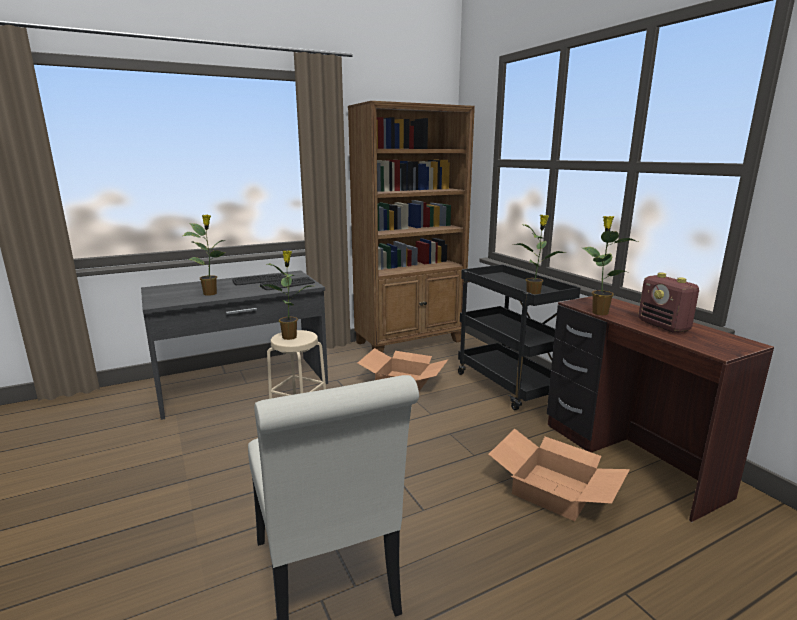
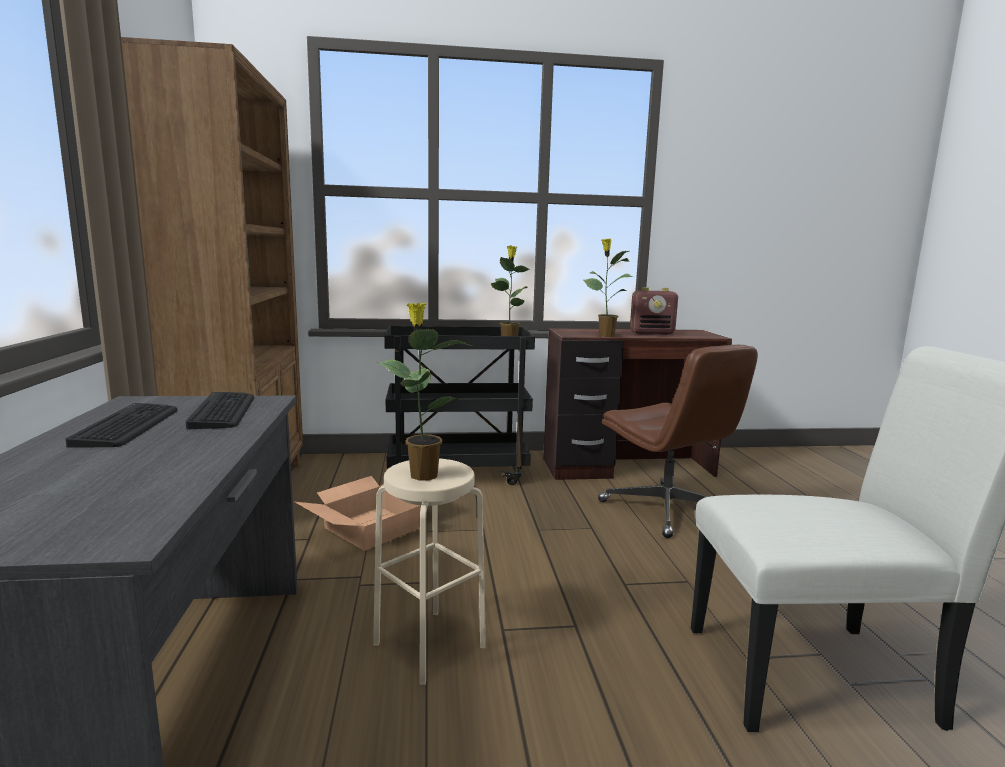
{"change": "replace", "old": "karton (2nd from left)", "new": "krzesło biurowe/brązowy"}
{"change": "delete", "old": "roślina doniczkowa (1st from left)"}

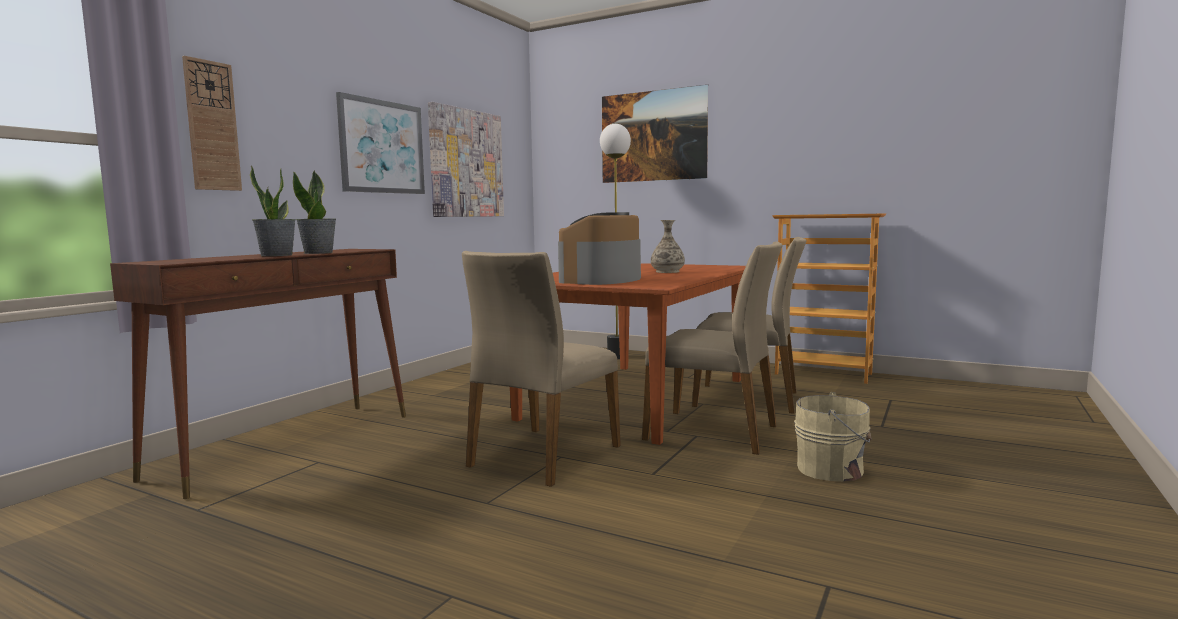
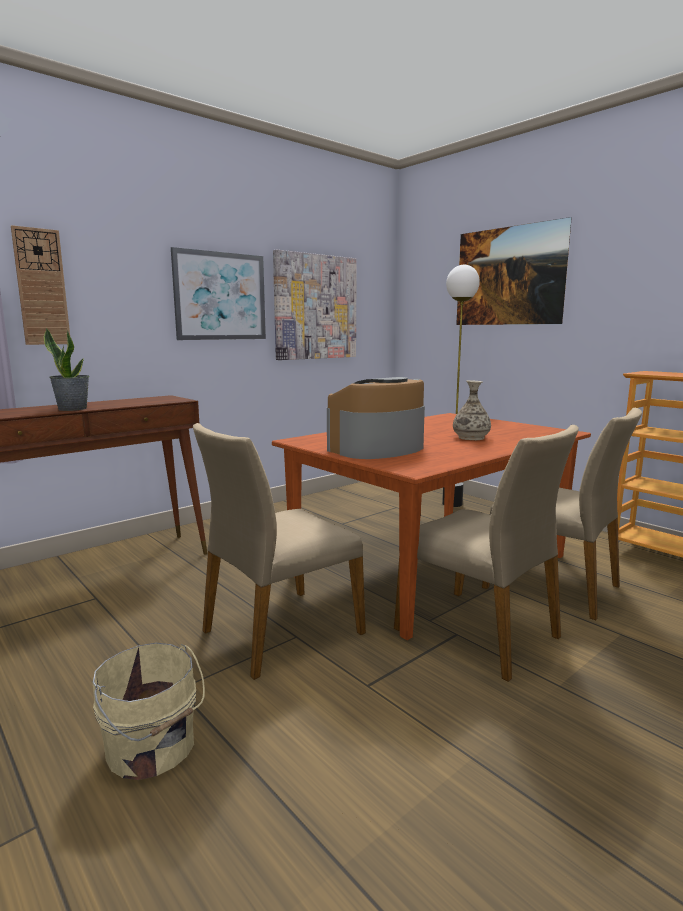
{"change": "move", "old": "wiadro/beżowy"}
{"change": "delete", "old": "roślina doniczkowa (2nd from left)"}

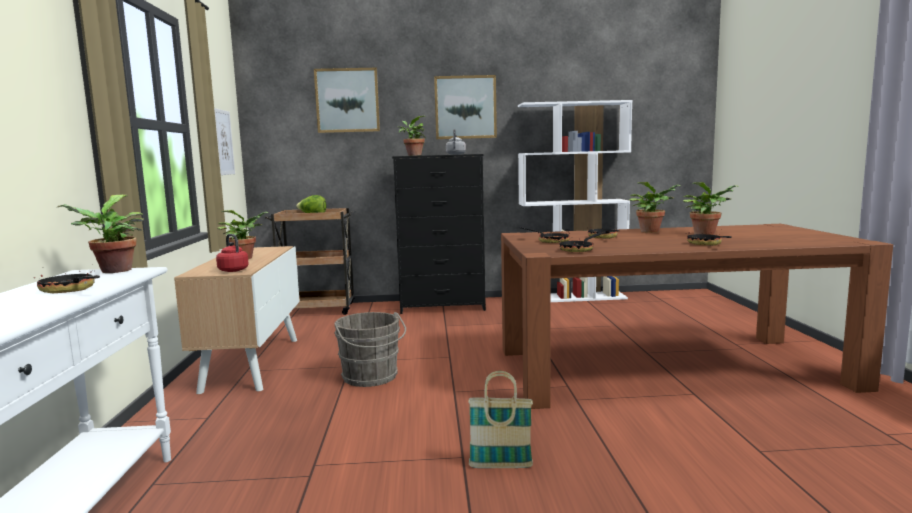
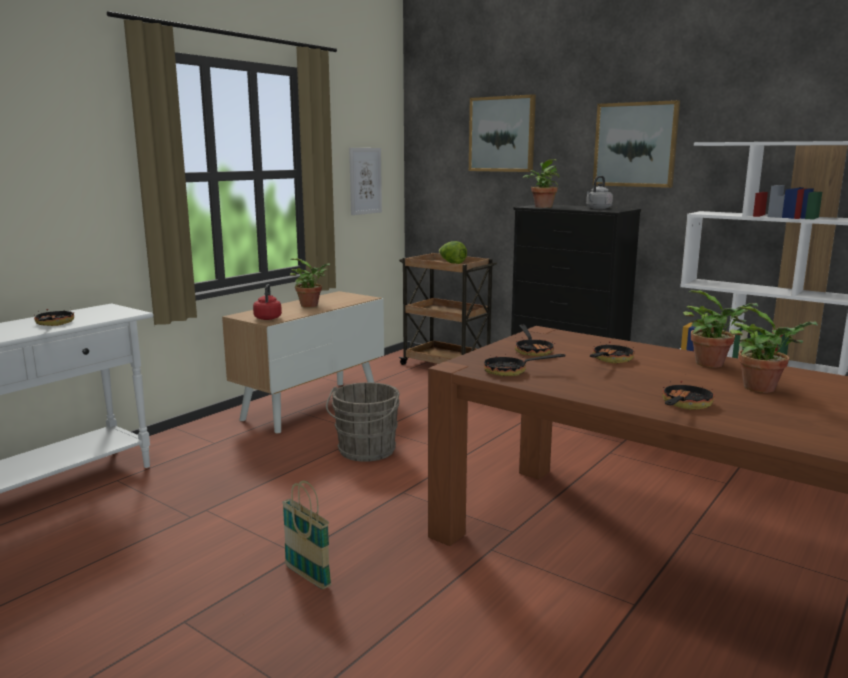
{"change": "delete", "old": "roślina doniczkowa (1st from left)"}

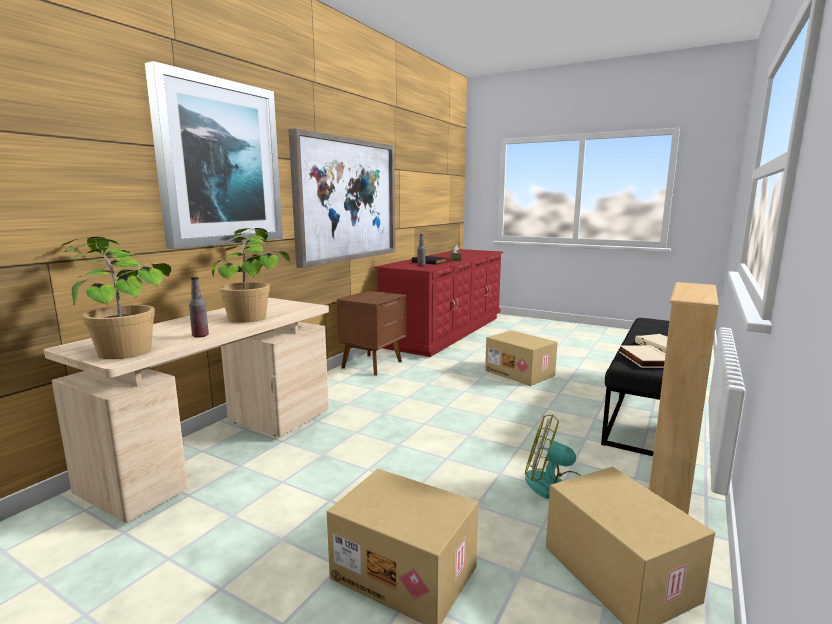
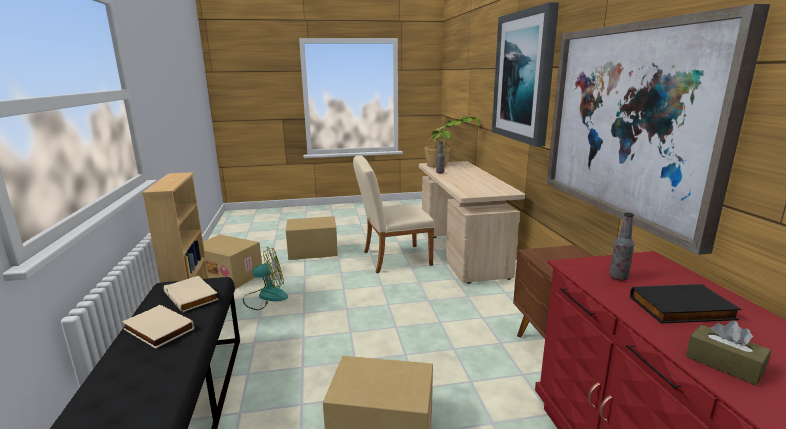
{"change": "insert", "new": "krzesło/beżowy"}
{"change": "delete", "old": "roślina doniczkowa (2nd from left)"}

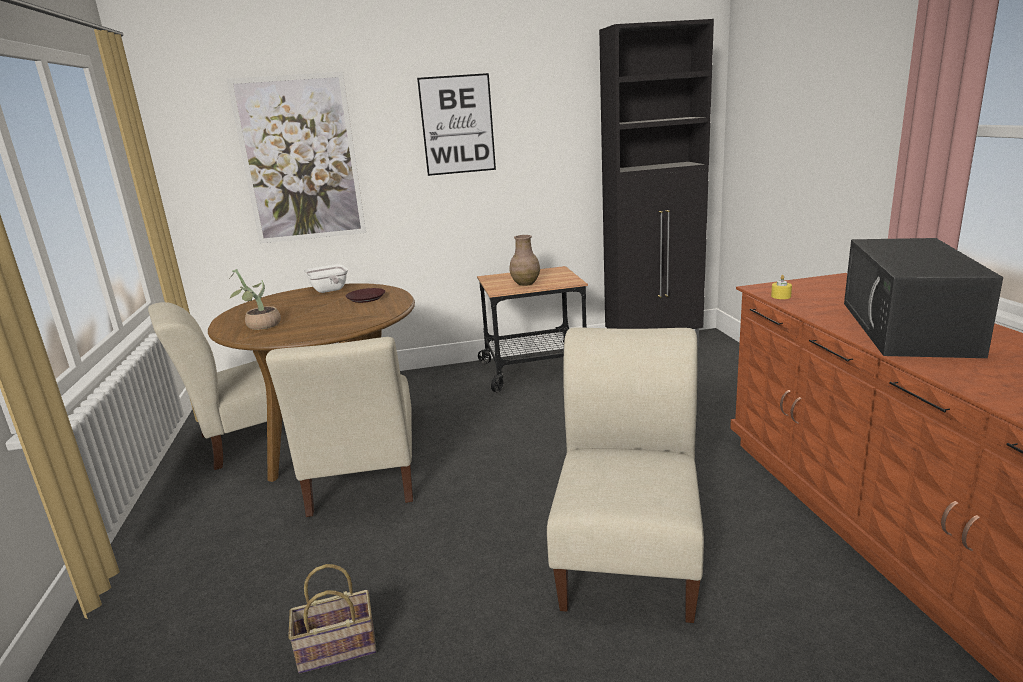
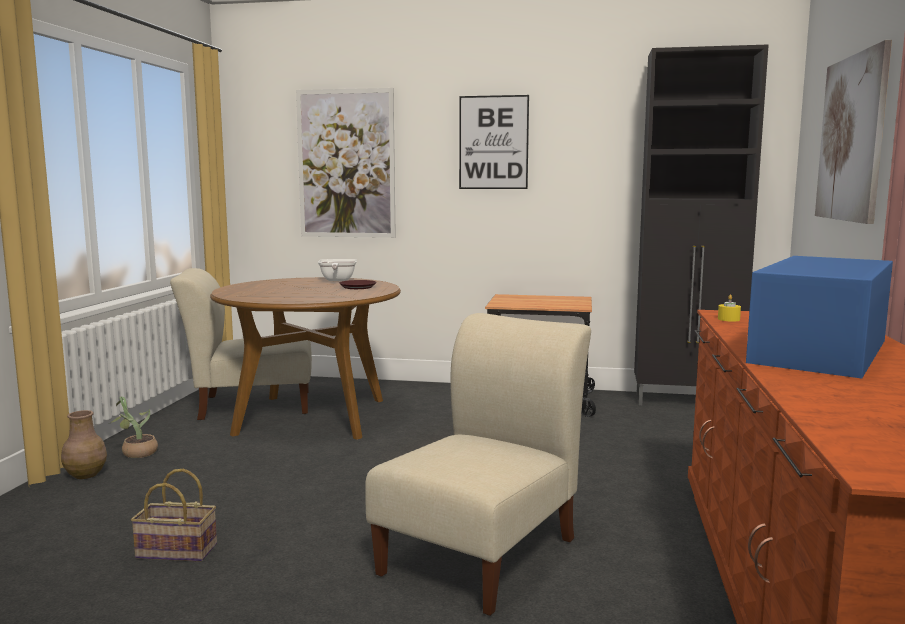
{"change": "move", "old": "wazon/brązowy"}
{"change": "move", "old": "roślina doniczkowa"}
{"change": "recolor", "old": "mikrofalówka/czarny", "new": "mikrofalówka/niebieski"}
{"change": "insert", "new": "obraz (3rd from left)"}
{"change": "delete", "old": "krzesło/beżowy (2nd from left)"}

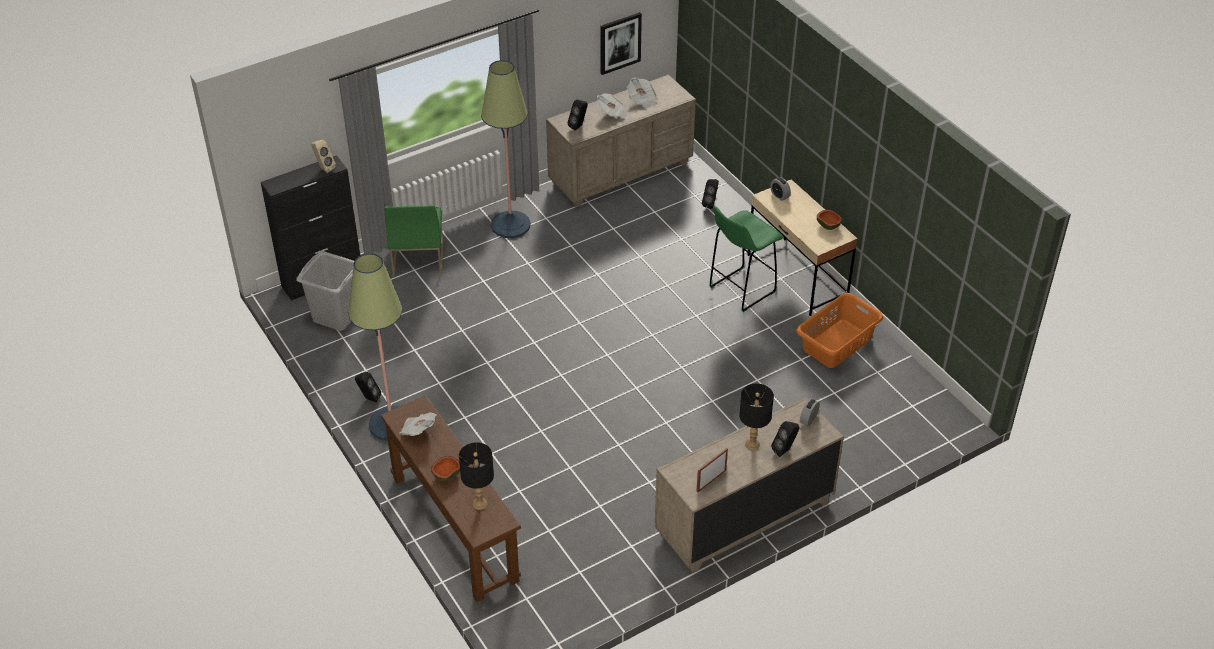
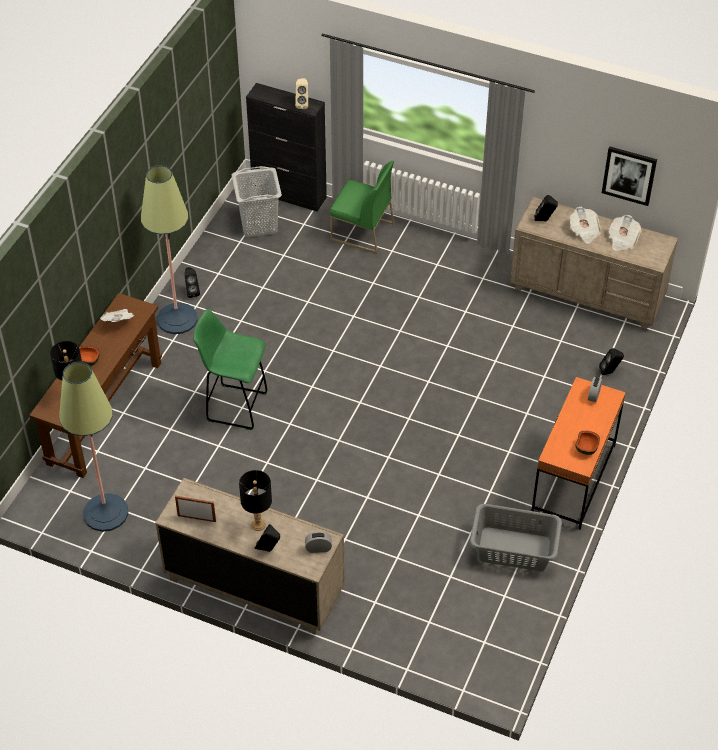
{"change": "move", "old": "lampa stojąca (2nd from left in the first image)", "new": "lampa stojąca (1st from left)"}
{"change": "move", "old": "stołek/zielony"}
{"change": "rotate", "old": "krzesło/zielony", "degrees": -120}
{"change": "recolor", "old": "kosz na pranie/pomarańczowy", "new": "kosz na pranie/szary (2nd from left)"}
{"change": "recolor", "old": "biurko/beżowy", "new": "biurko/pomarańczowy"}

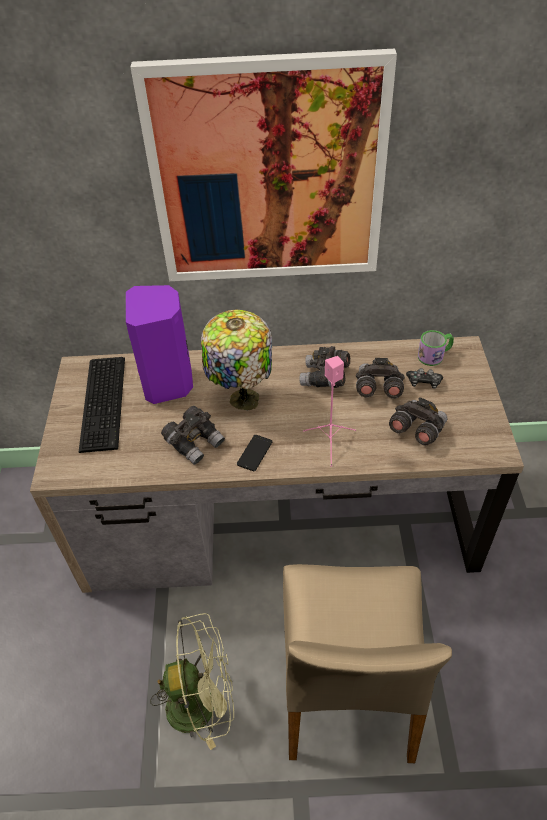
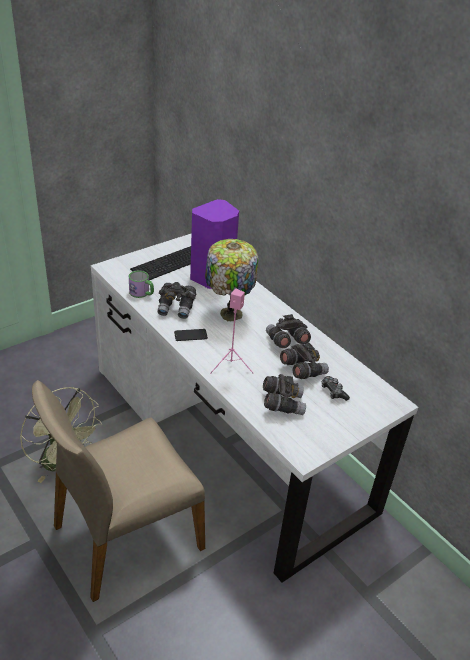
{"change": "recolor", "old": "biurko/brązowy", "new": "biurko/biały"}
{"change": "move", "old": "kubek"}
{"change": "delete", "old": "obraz"}

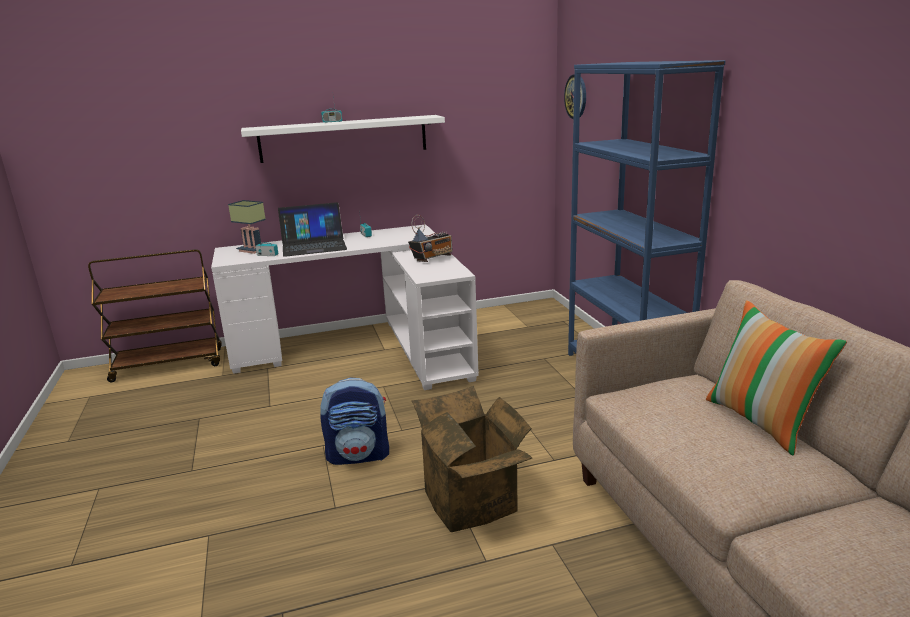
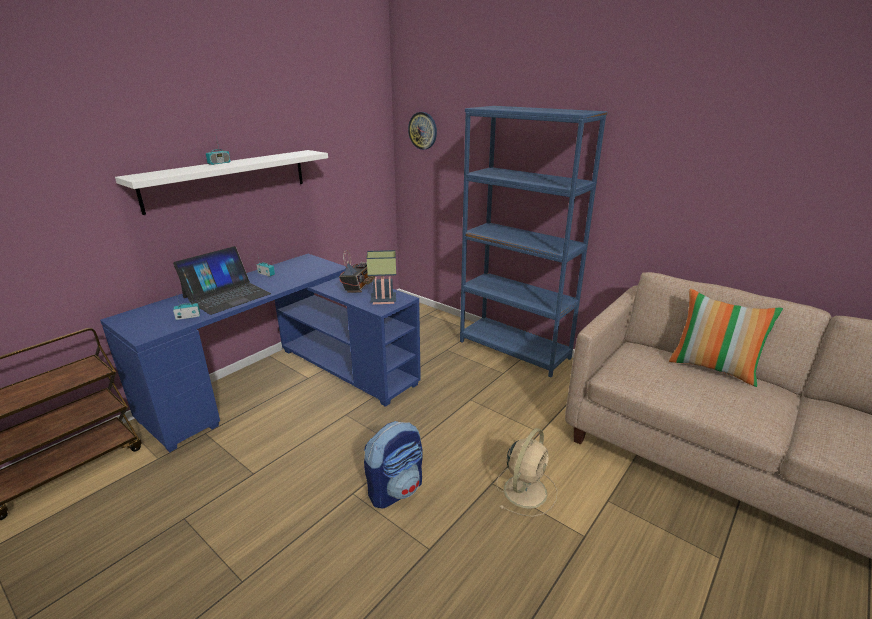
{"change": "recolor", "old": "biurko/biały", "new": "biurko/niebieski"}
{"change": "move", "old": "lampa stołowa"}
{"change": "replace", "old": "karton", "new": "wentylator/beżowy"}

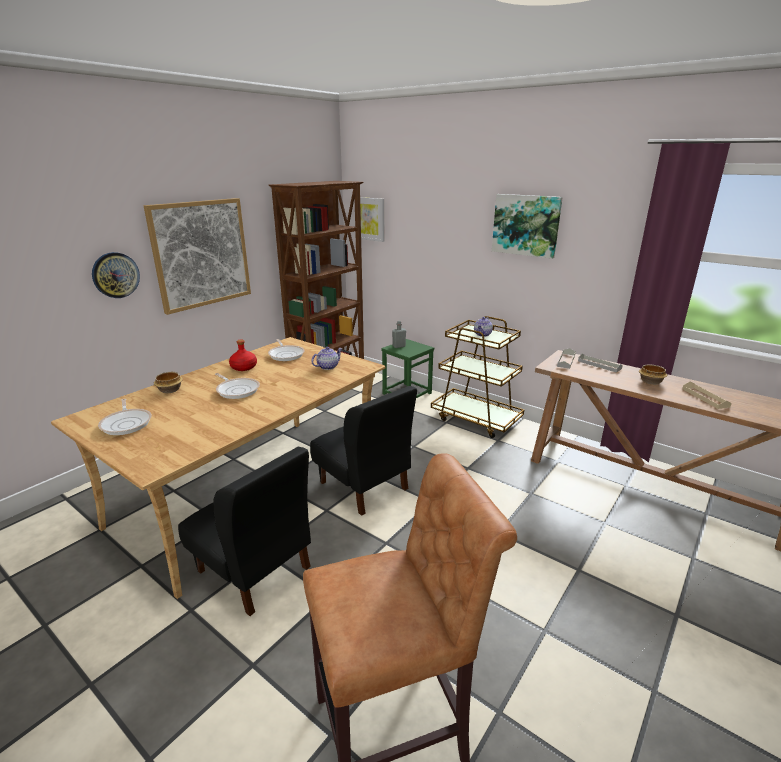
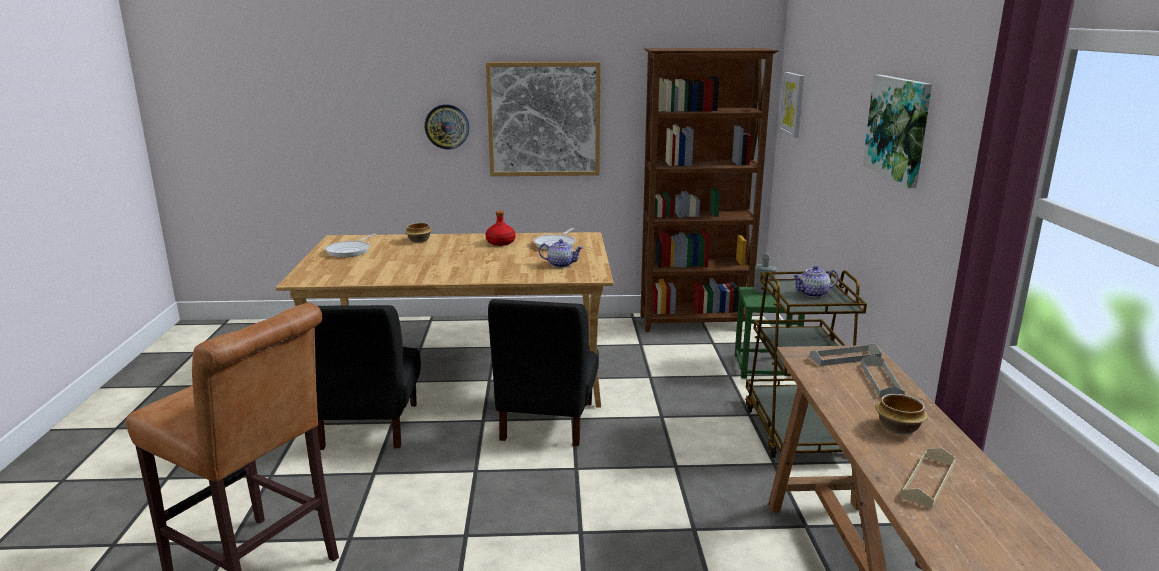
{"change": "delete", "old": "patelnia (2nd from left)"}

